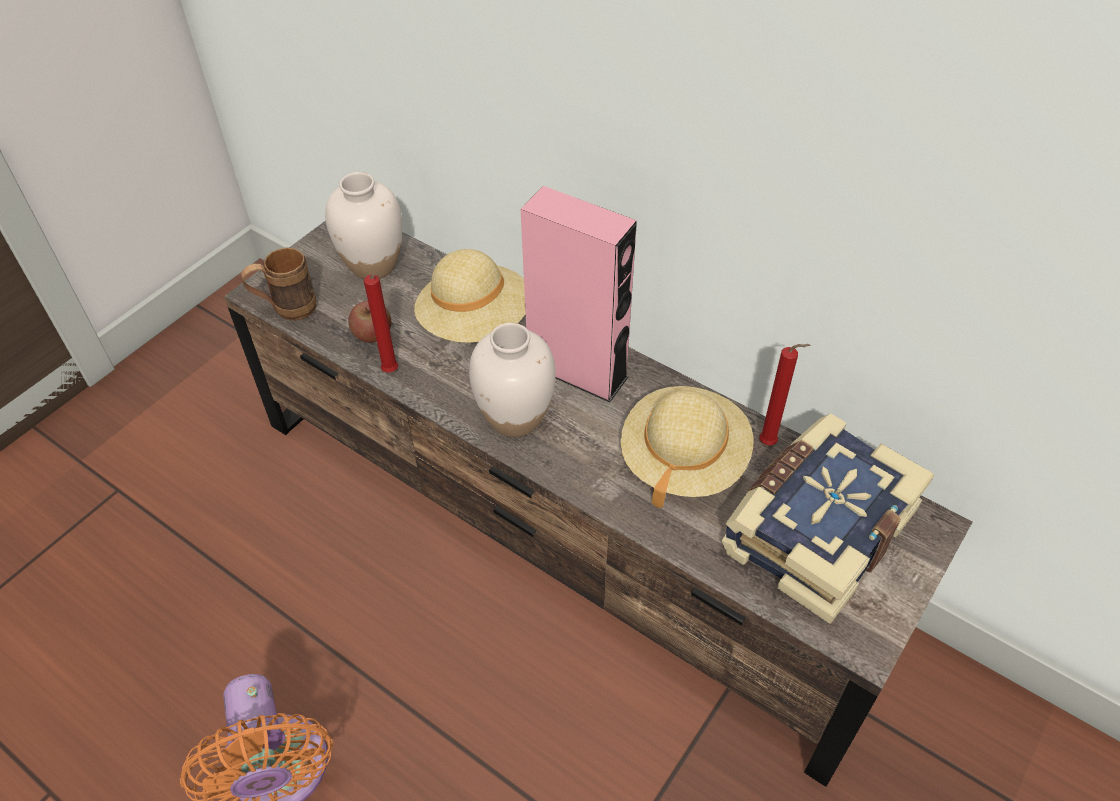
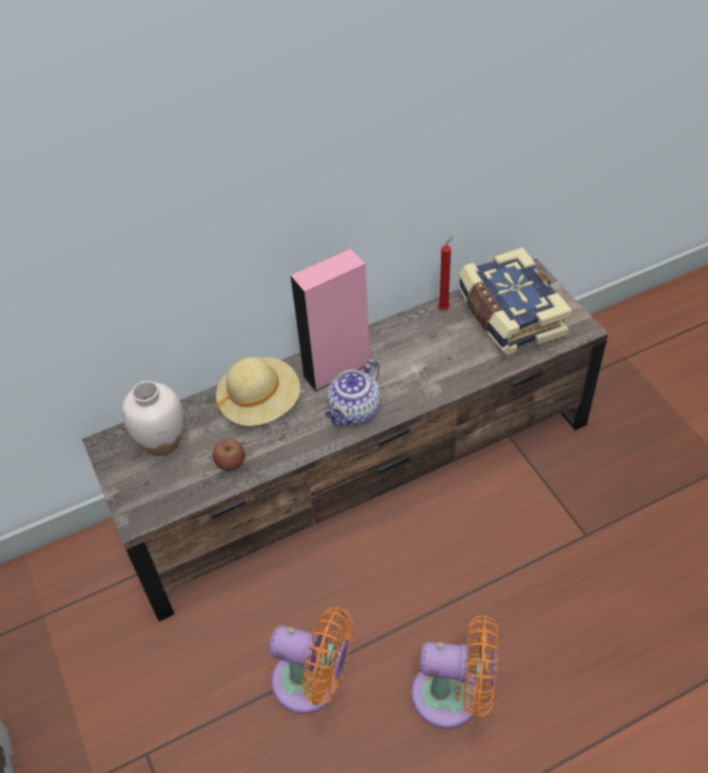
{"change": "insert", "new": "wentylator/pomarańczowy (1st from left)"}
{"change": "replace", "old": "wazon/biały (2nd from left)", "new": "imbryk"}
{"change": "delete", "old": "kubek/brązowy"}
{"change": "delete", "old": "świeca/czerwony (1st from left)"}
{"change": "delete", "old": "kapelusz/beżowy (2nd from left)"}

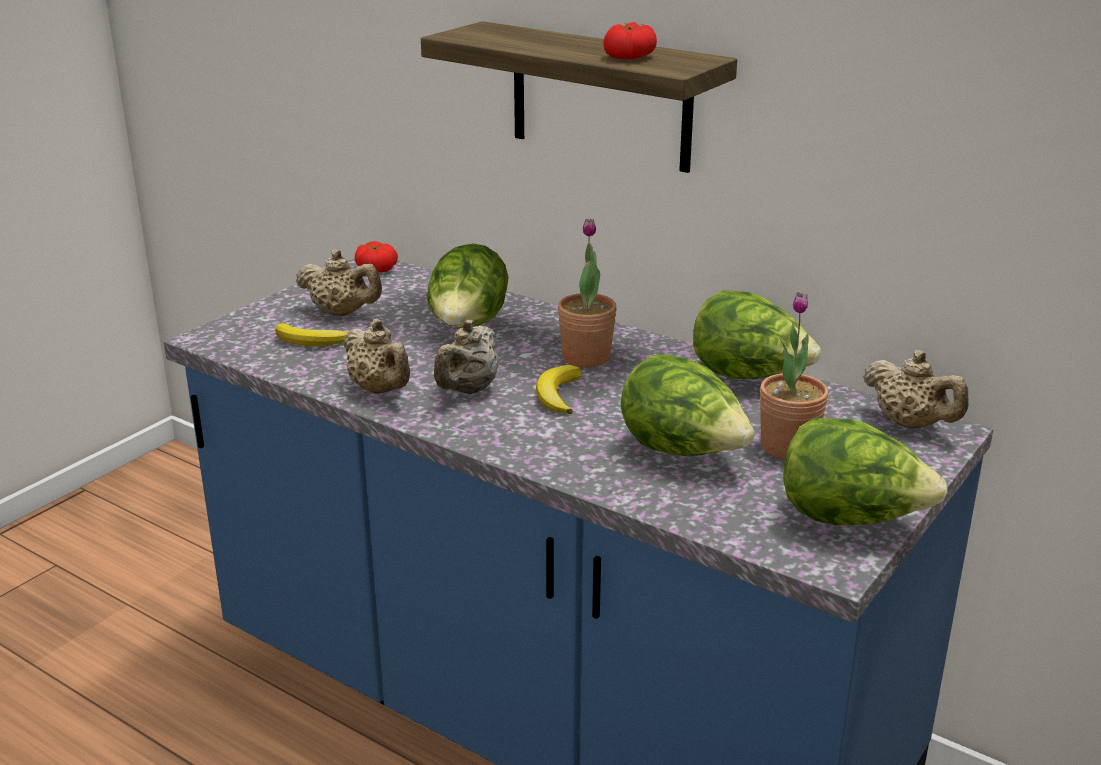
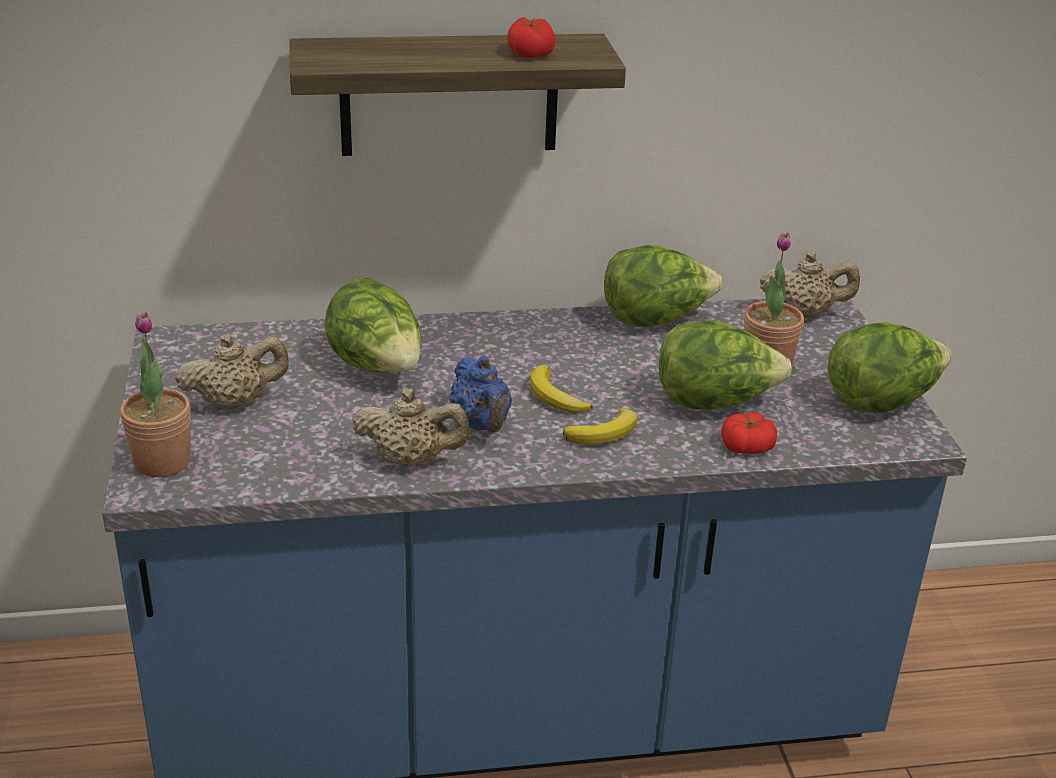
{"change": "move", "old": "roślina doniczkowa (1st from left)"}
{"change": "recolor", "old": "imbryk/beżowy (3rd from left)", "new": "imbryk/niebieski"}
{"change": "move", "old": "banan (1st from left in the first image)", "new": "banan (2nd from left)"}
{"change": "move", "old": "pomidor (1st from left in the first image)", "new": "pomidor (2nd from left)"}

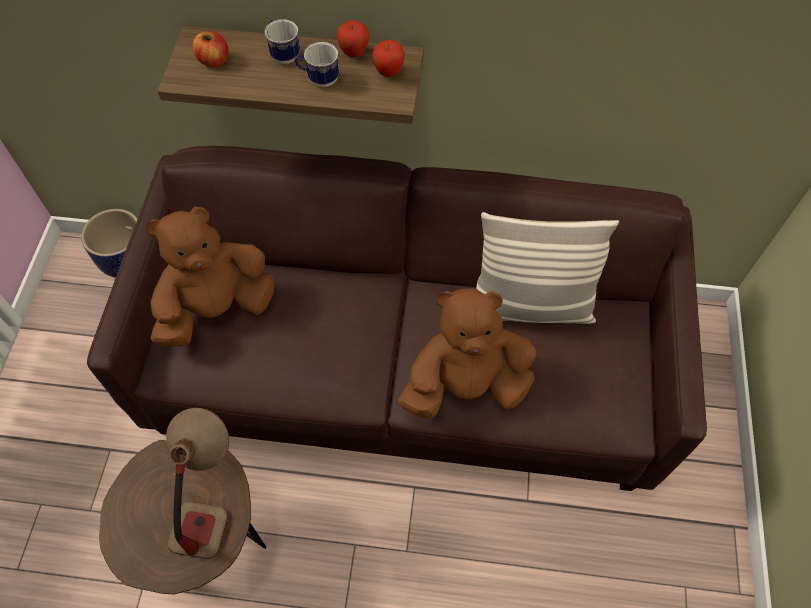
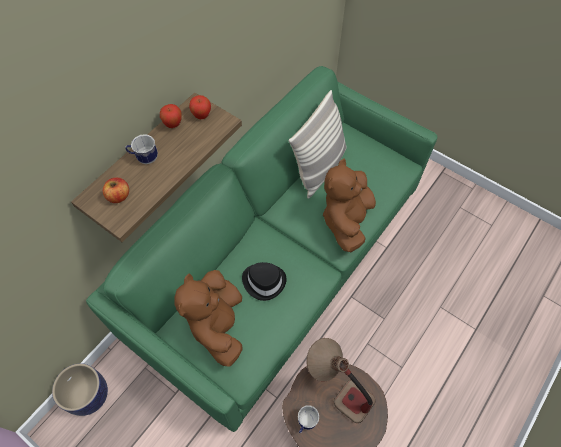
{"change": "recolor", "old": "kanapa/brązowy", "new": "kanapa/zielony"}
{"change": "insert", "new": "kapelusz/czarny"}
{"change": "move", "old": "kubek (2nd from left)"}

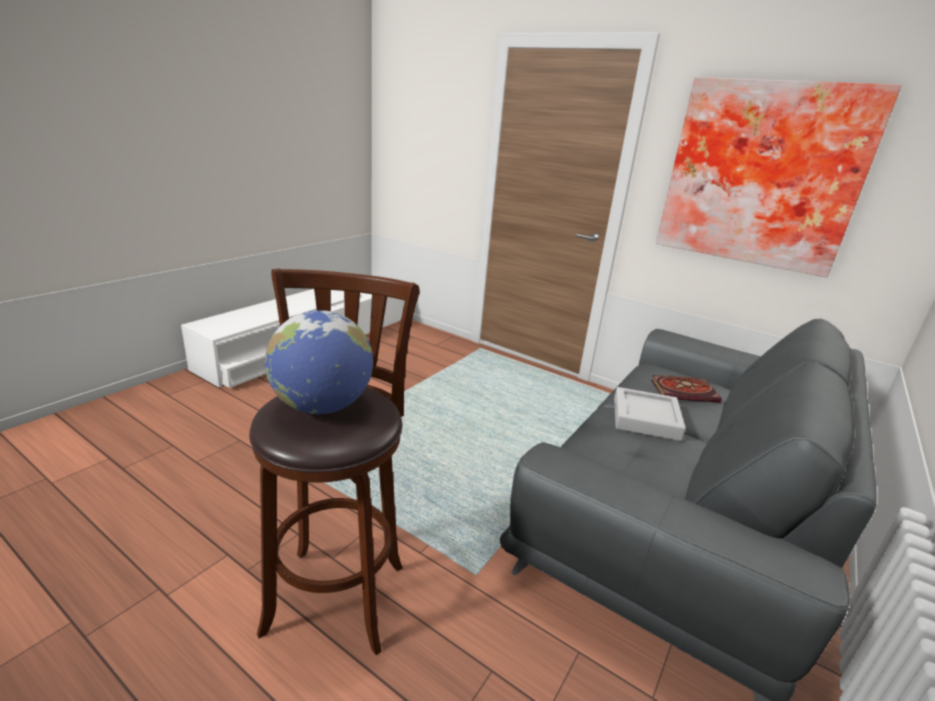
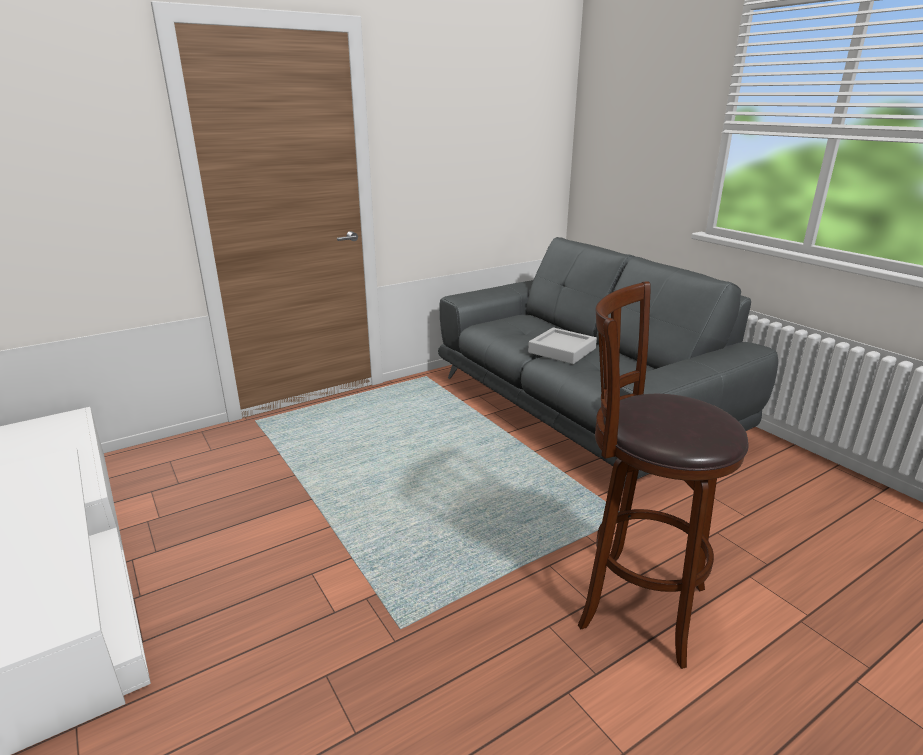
{"change": "delete", "old": "globus"}
{"change": "delete", "old": "książka"}
{"change": "delete", "old": "obraz"}

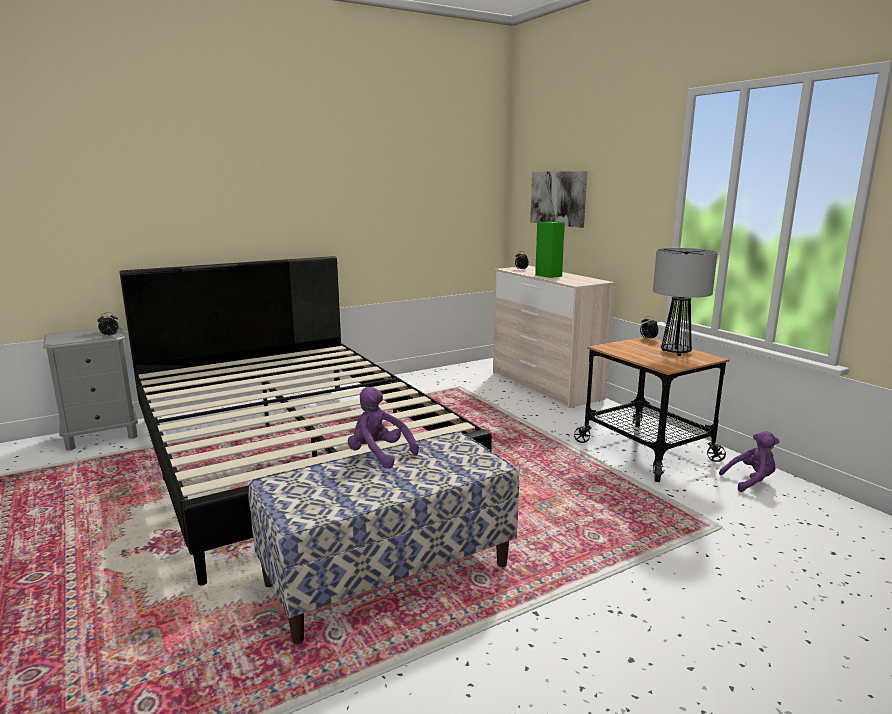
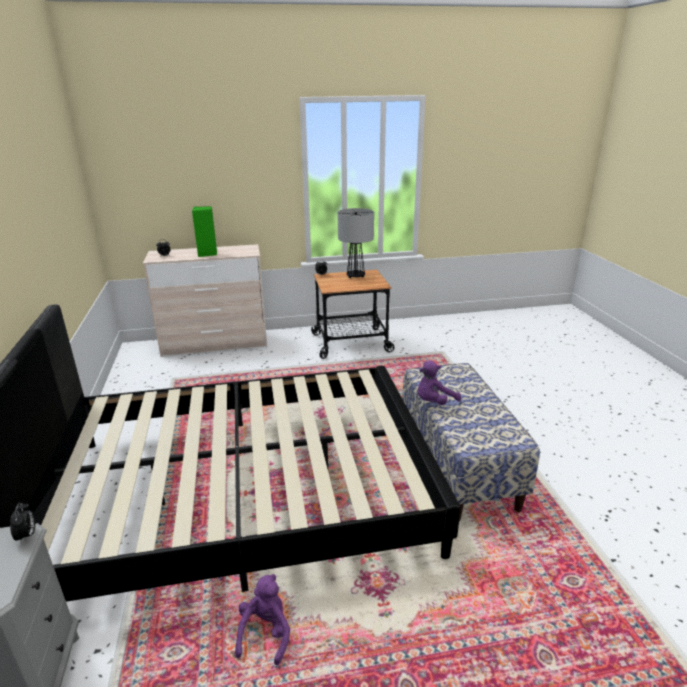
{"change": "move", "old": "pluszak/fioletowy (2nd from left in the first image)", "new": "pluszak/fioletowy (1st from left)"}
{"change": "delete", "old": "obraz"}

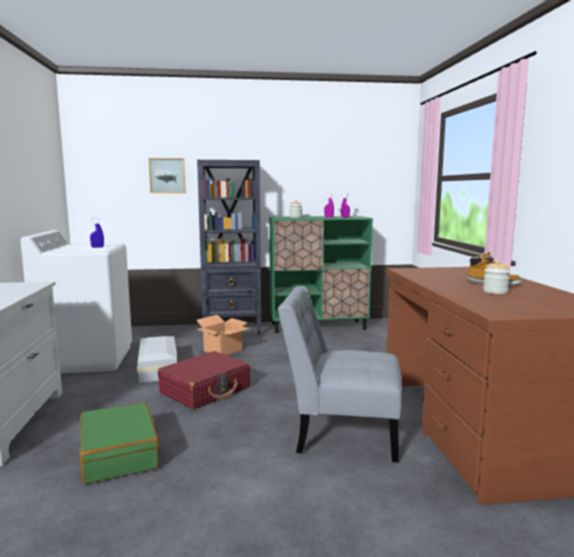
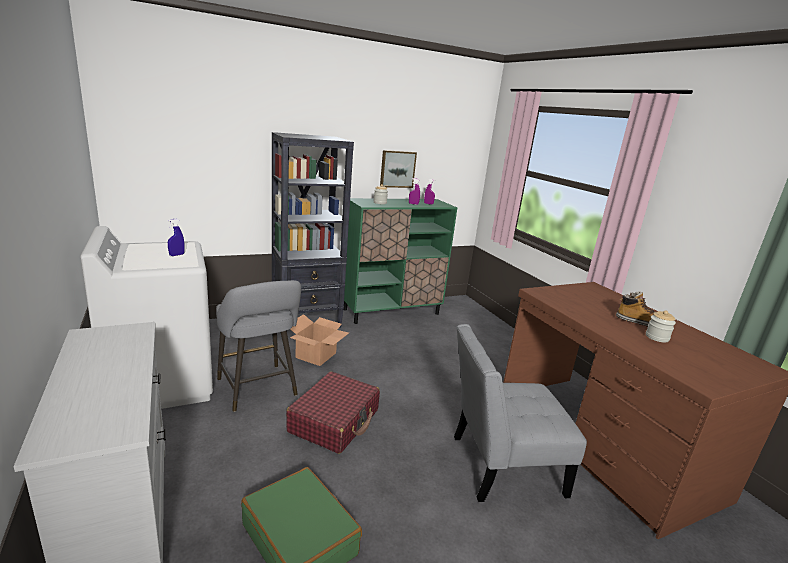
{"change": "replace", "old": "pojemnik do przechowywania/biały", "new": "stołek/szary"}
{"change": "move", "old": "obraz"}

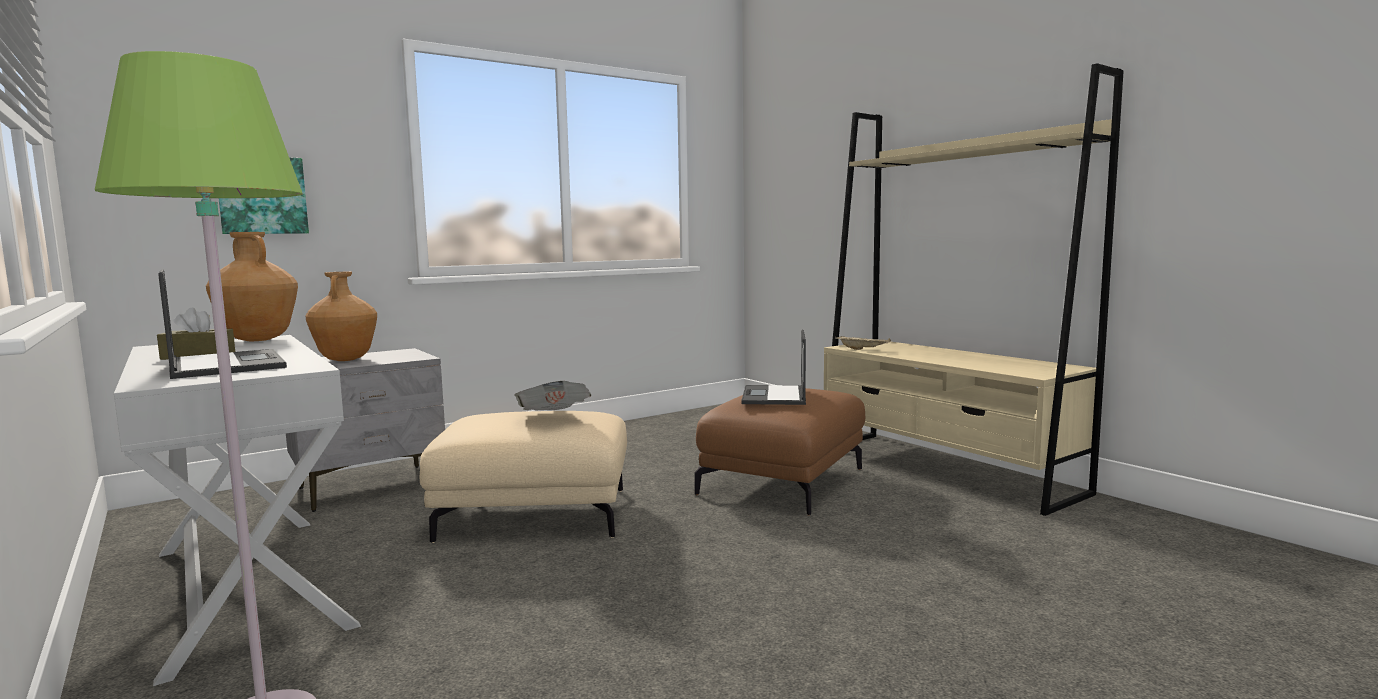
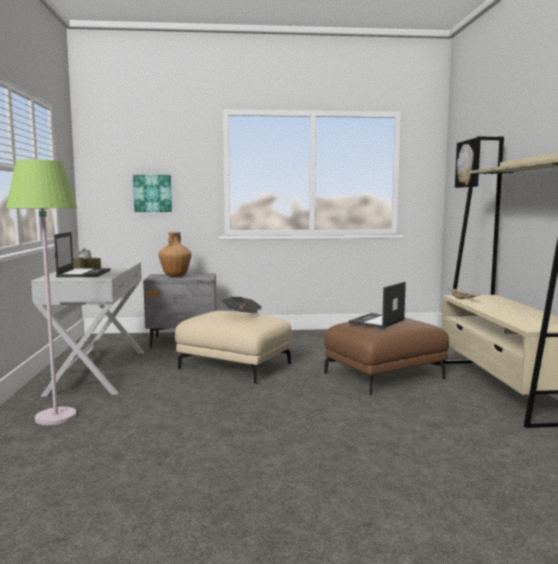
{"change": "insert", "new": "obraz (2nd from left)"}
{"change": "delete", "old": "wazon/brązowy (1st from left)"}

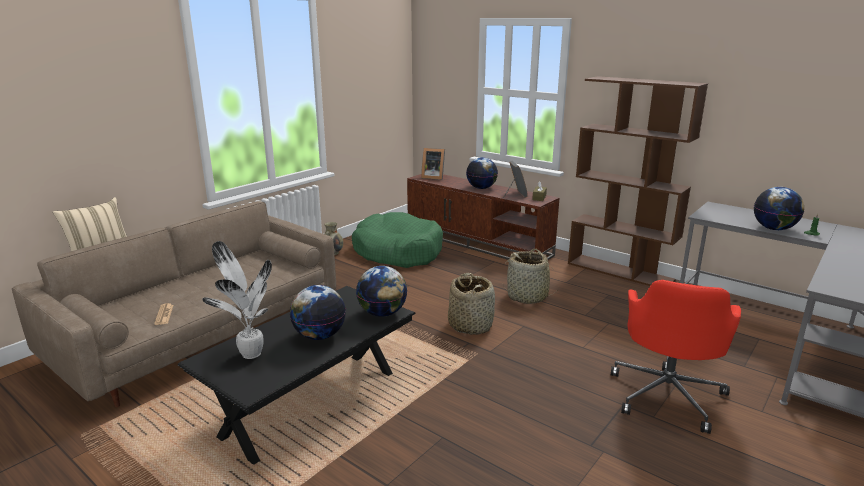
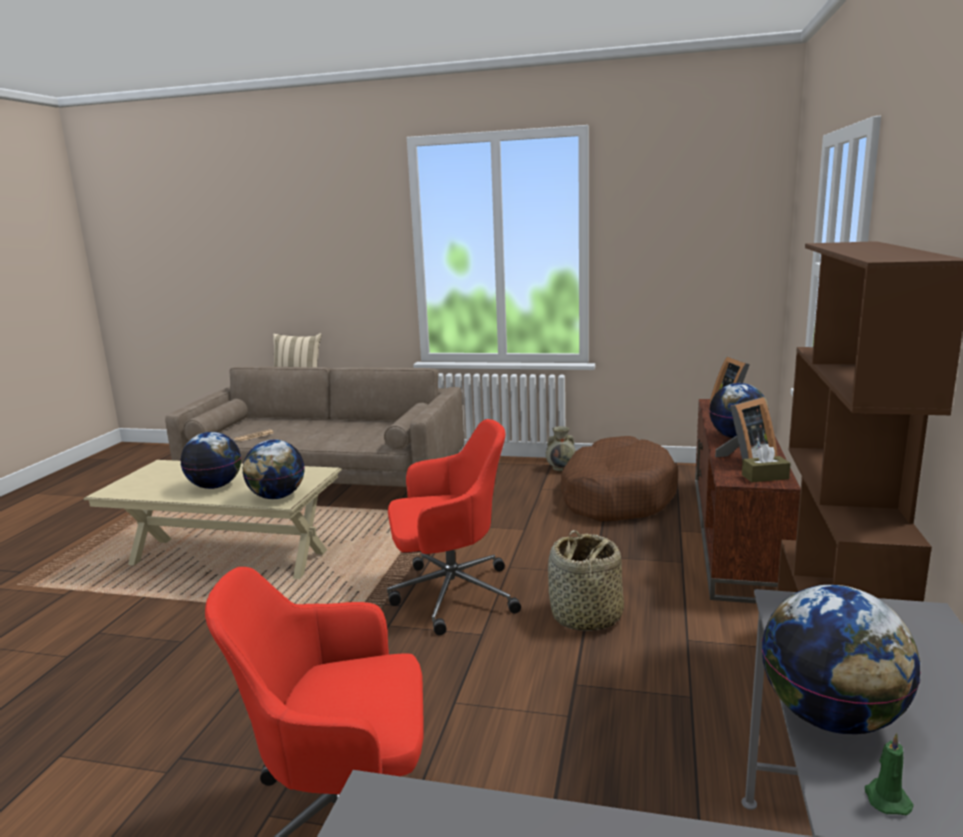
{"change": "recolor", "old": "ława/czarny", "new": "ława/beżowy"}
{"change": "replace", "old": "koszyk (1st from left)", "new": "krzesło biurowe/czerwony (2nd from left)"}
{"change": "recolor", "old": "legowisko/zielony", "new": "legowisko/brązowy"}
{"change": "delete", "old": "roślina doniczkowa"}

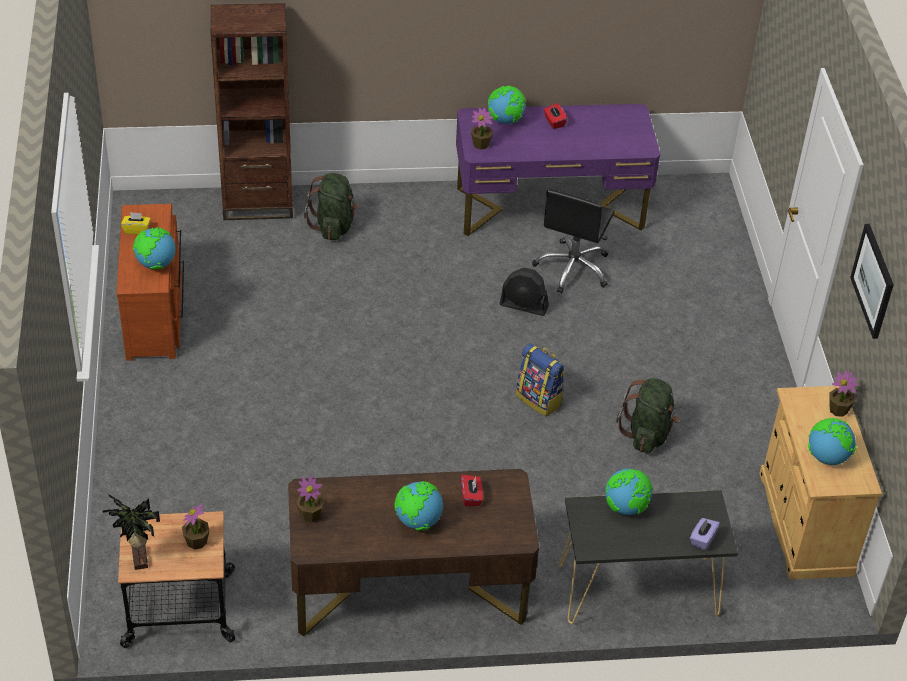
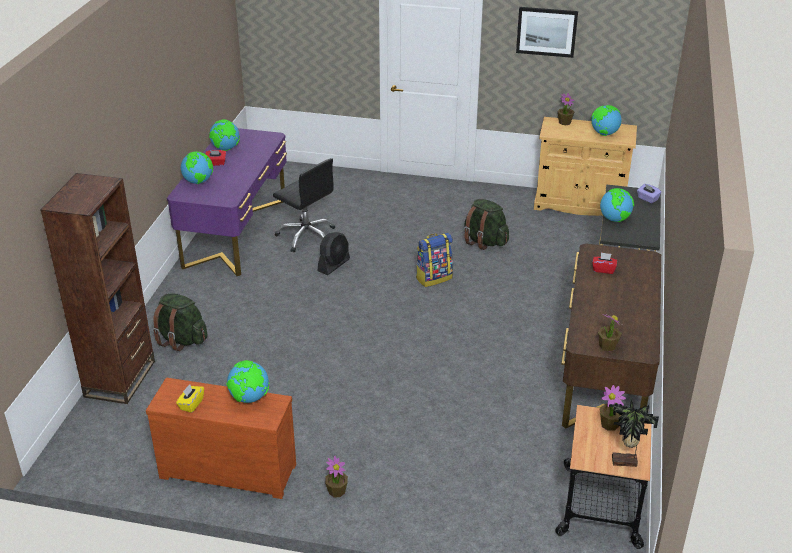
{"change": "move", "old": "globus (2nd from left)"}
{"change": "move", "old": "roślina doniczkowa (4th from left in the first image)", "new": "roślina doniczkowa (1st from left)"}

